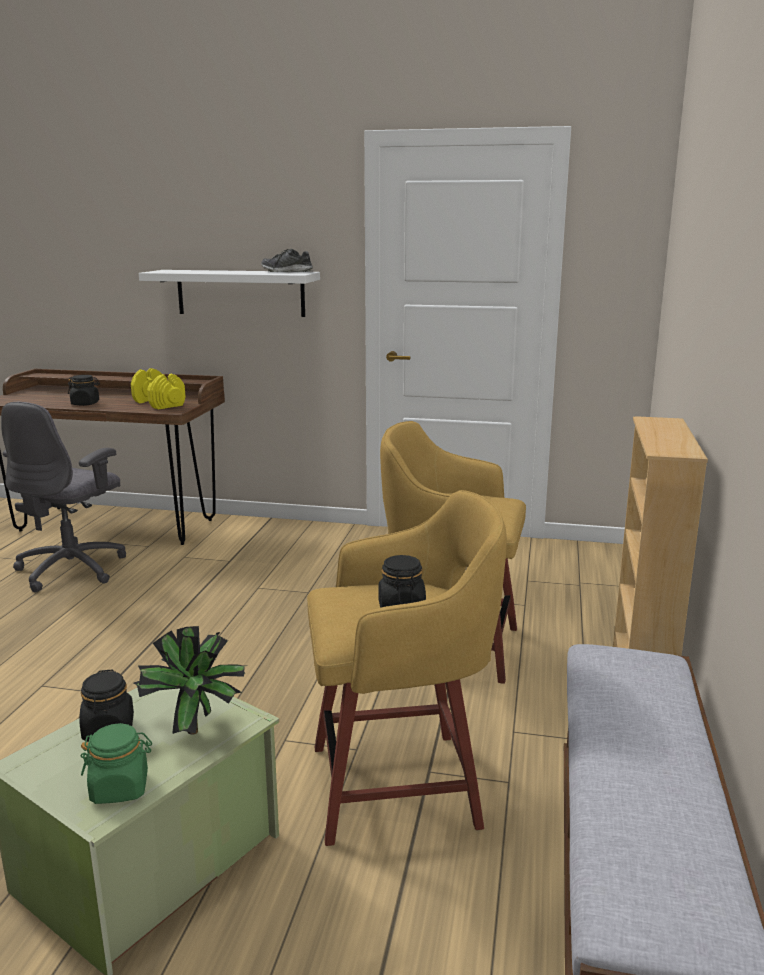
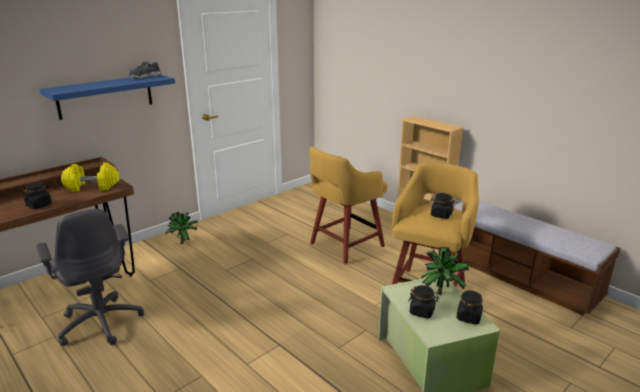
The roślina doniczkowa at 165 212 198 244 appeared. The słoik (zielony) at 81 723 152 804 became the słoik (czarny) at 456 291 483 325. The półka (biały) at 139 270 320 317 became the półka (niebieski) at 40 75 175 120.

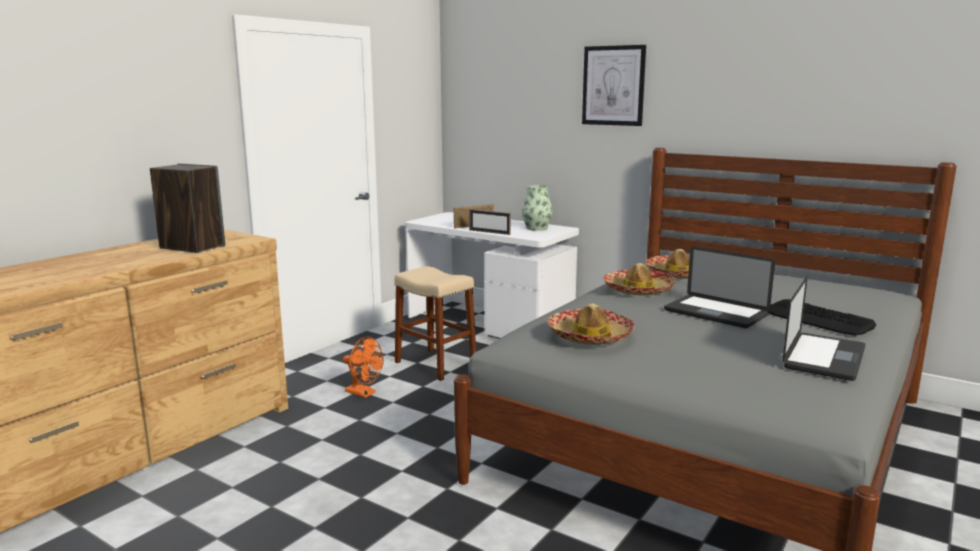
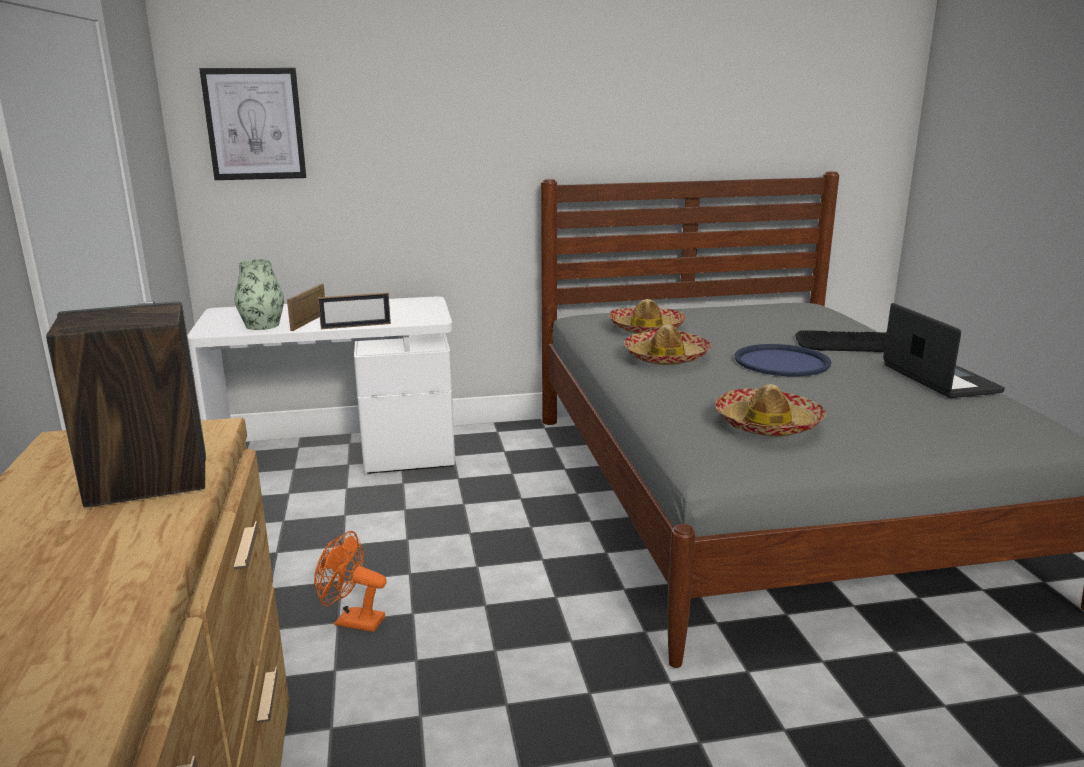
The stołek (beżowy) at 394 266 476 381 disappeared. The wazon moved from 522 185 553 231 to 235 259 284 330. The obraz moved from 582 45 646 126 to 199 68 306 180. The laptop at 664 247 775 328 was replaced by the taca (niebieski) at 735 344 831 376. The wentylator (pomarańczowy) at 343 337 384 398 turned 150 degrees counterclockwise.

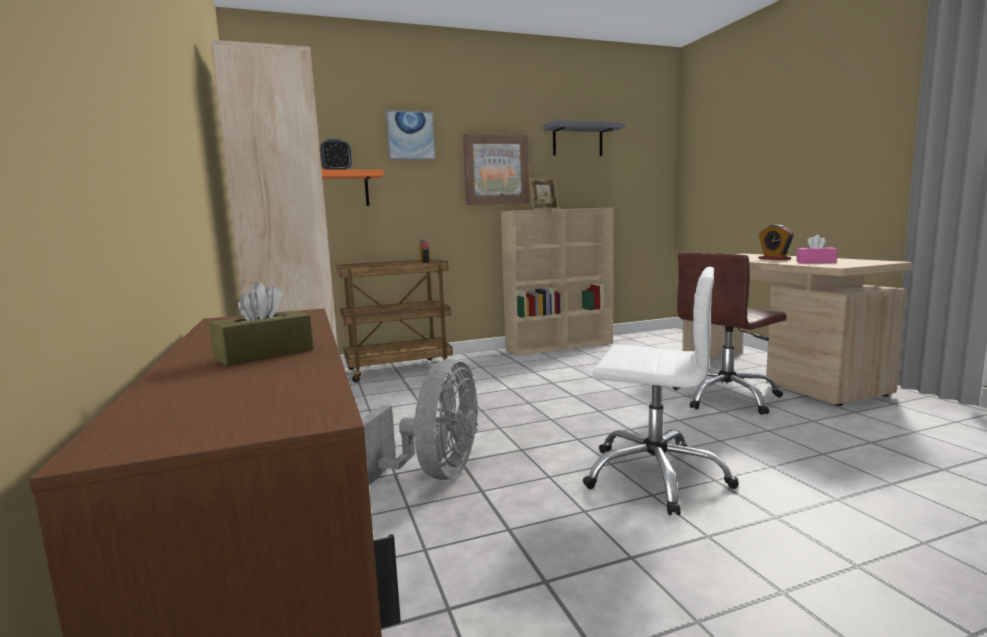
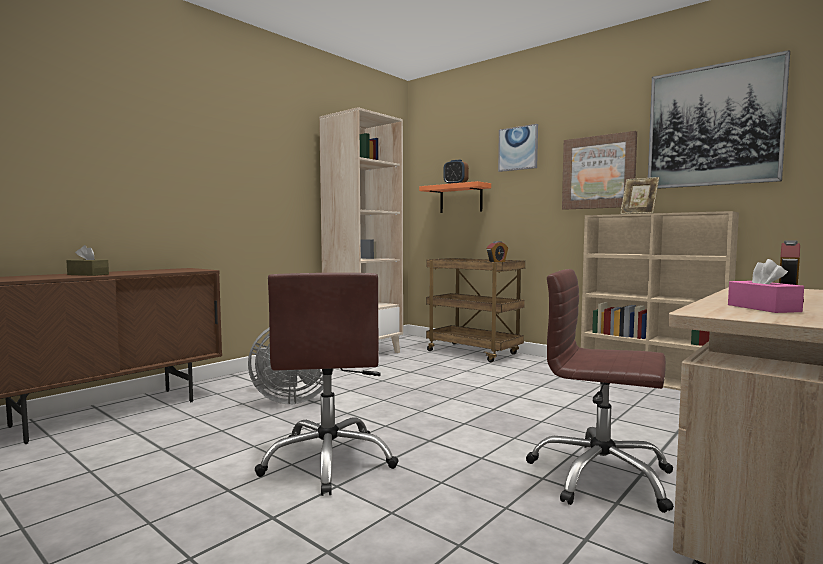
The półka (szary) at 543 120 625 156 was replaced by the obraz at 648 50 790 189. The krzesło biurowe (biały) at 583 267 739 515 became the krzesło biurowe (brązowy) at 255 273 399 496.

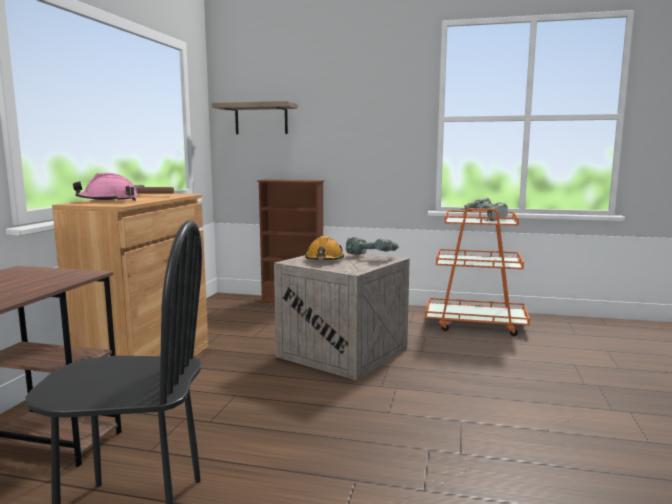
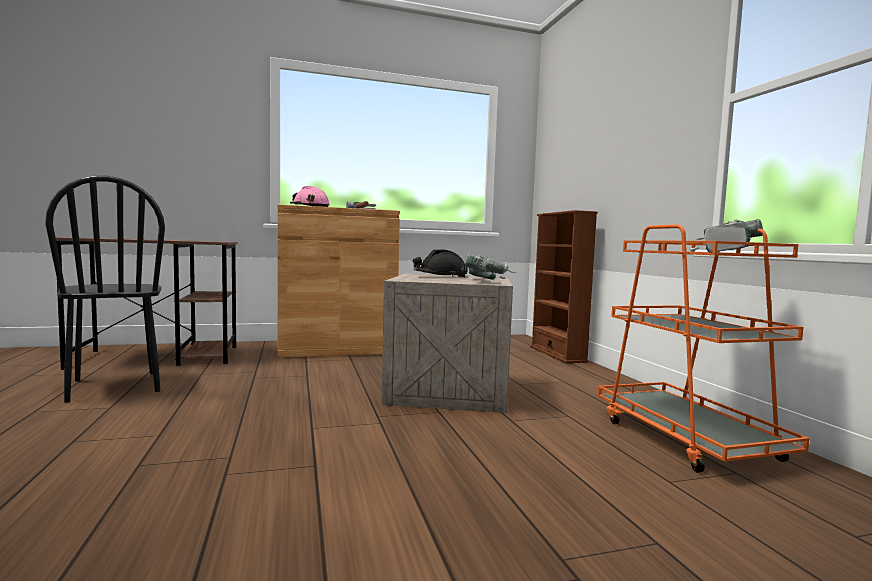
The półka at 212 101 298 134 disappeared. The kask (pomarańczowy) at 305 236 344 260 became the kask (czarny) at 413 249 468 277.

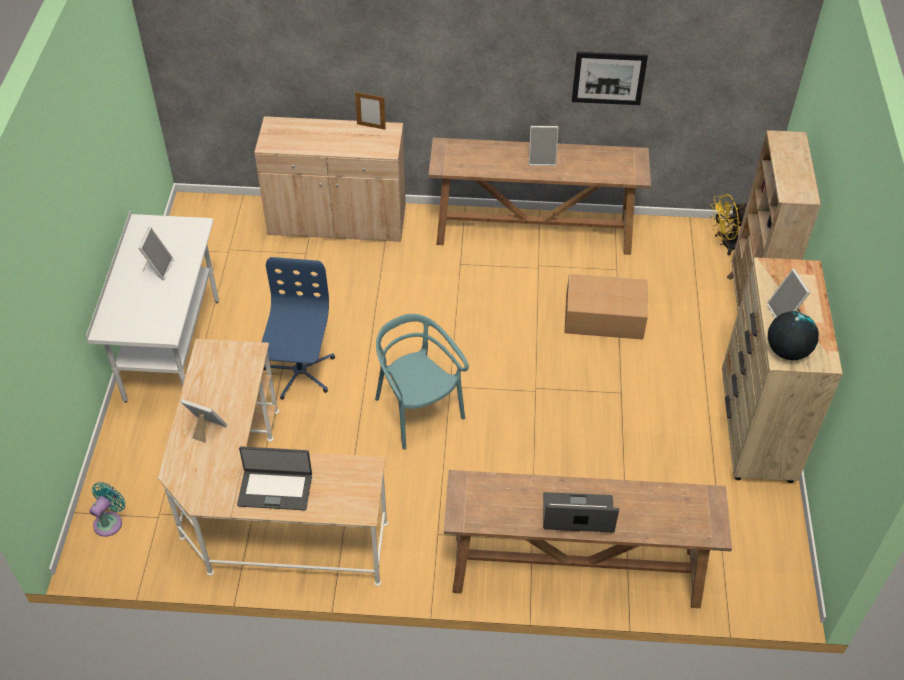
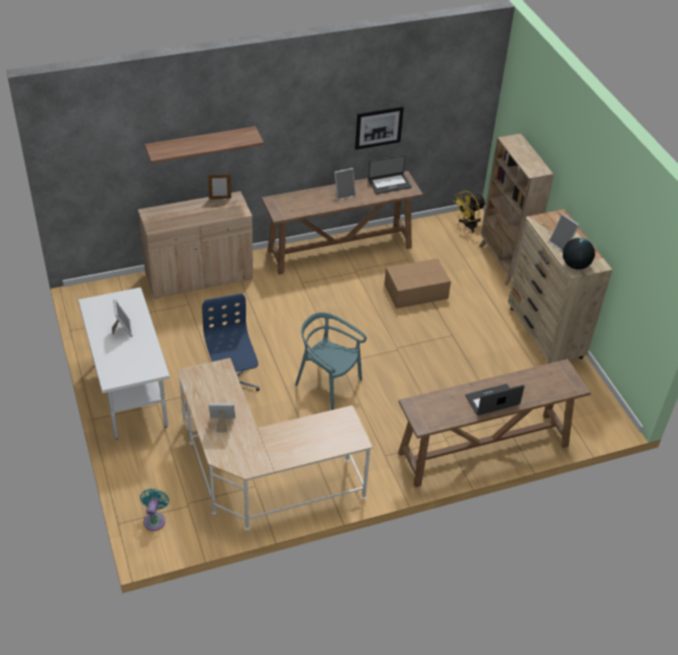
The półka at 145 126 264 164 appeared. The laptop moved from 237 446 312 510 to 368 155 412 194.

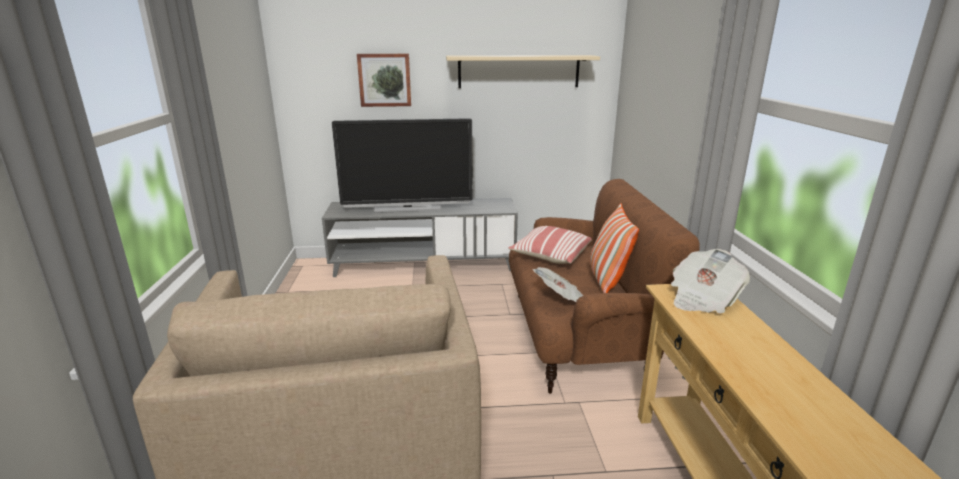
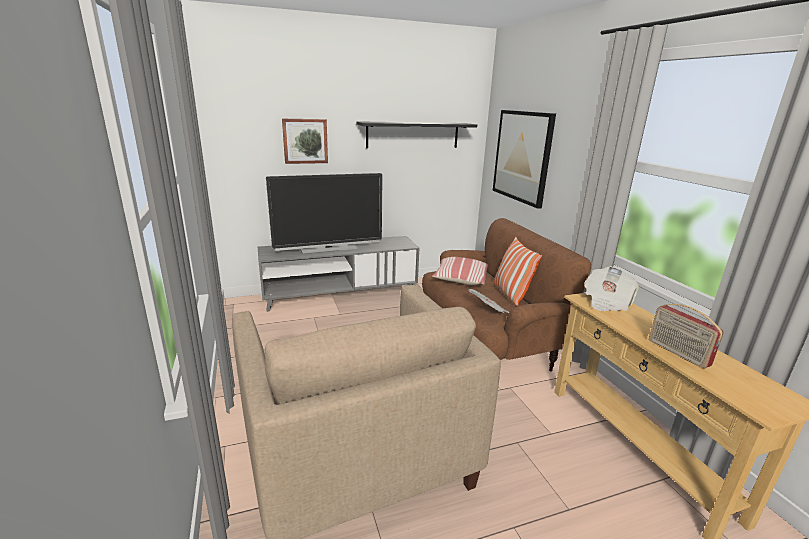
The obraz at 493 110 556 209 appeared. The radio at 649 304 723 369 appeared. The półka (beżowy) at 446 55 600 88 became the półka (czarny) at 357 121 477 148.

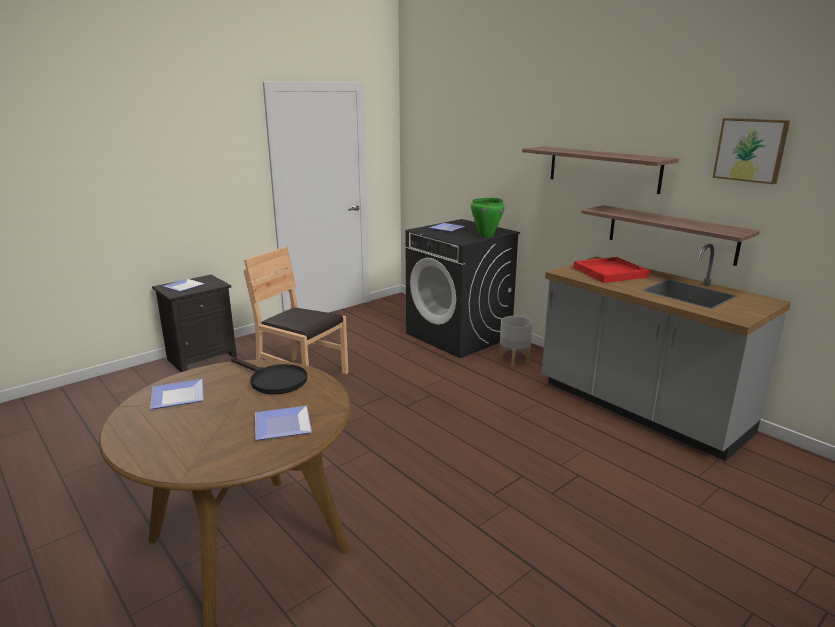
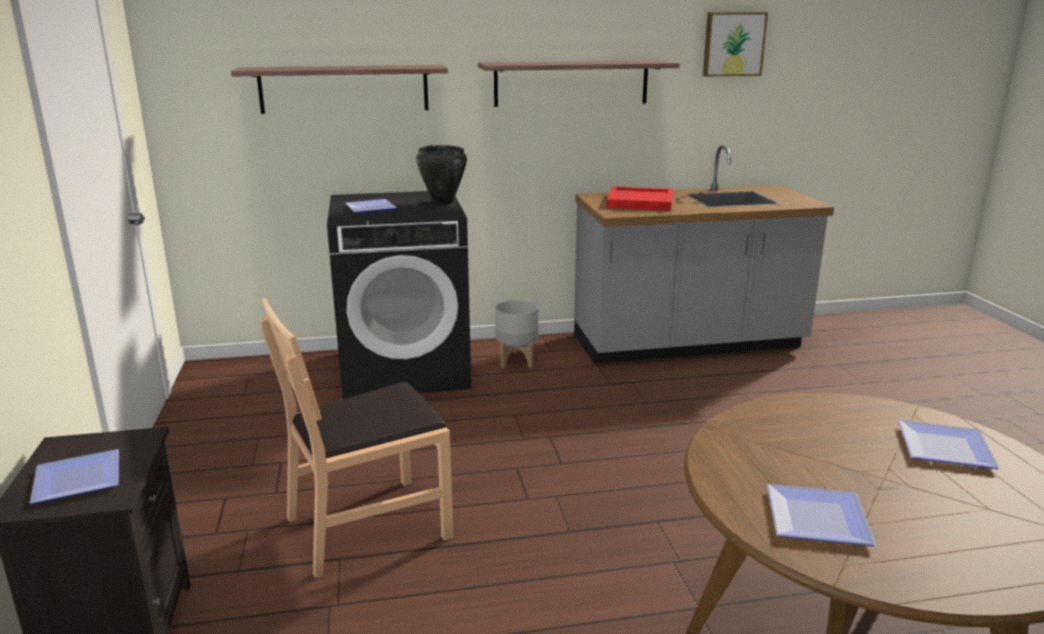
The patelnia (czarny) at 231 357 307 394 disappeared. The półka moved from 581 205 760 266 to 231 65 448 114. The garnek (zielony) at 471 198 505 238 became the garnek (czarny) at 416 145 467 205.

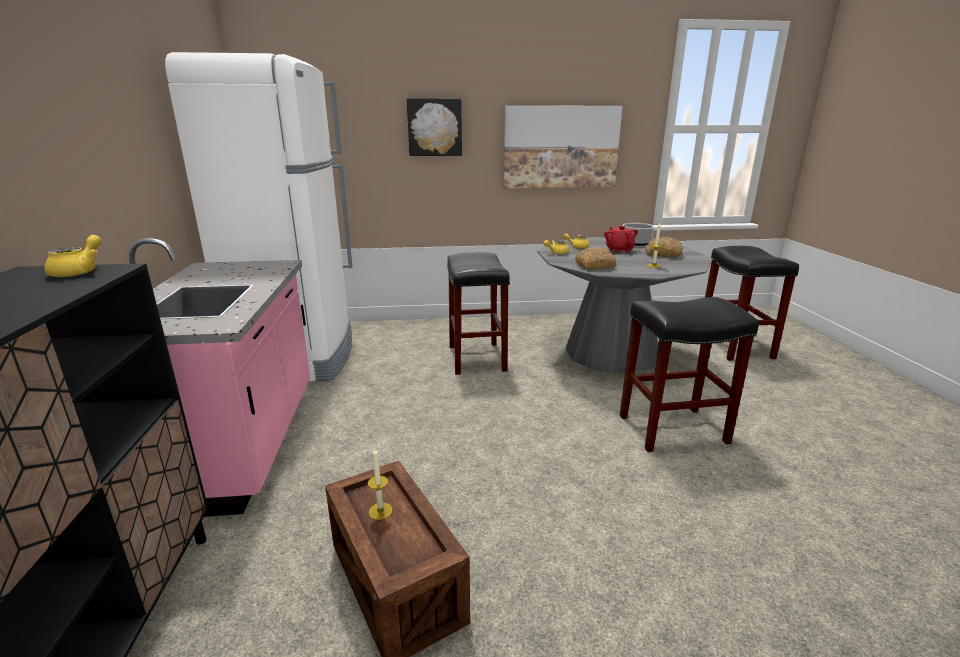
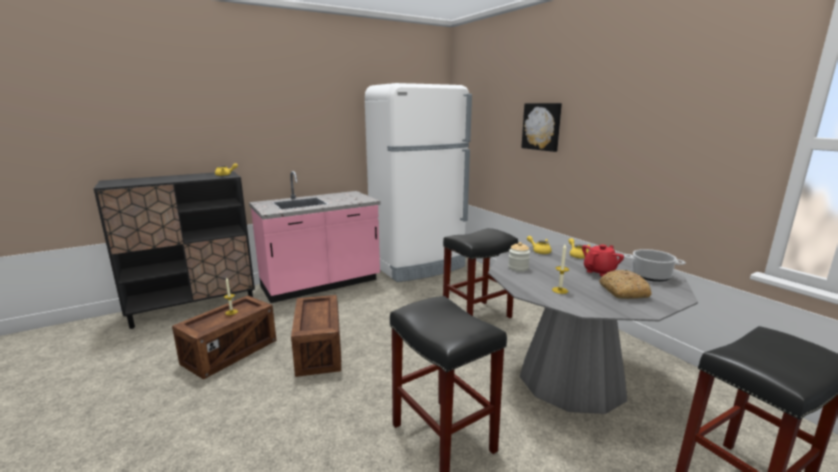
The obraz at 504 105 622 188 disappeared. The skrzynka at 291 295 341 377 appeared. The chleb at 575 247 616 270 was replaced by the słoik at 508 242 530 272.

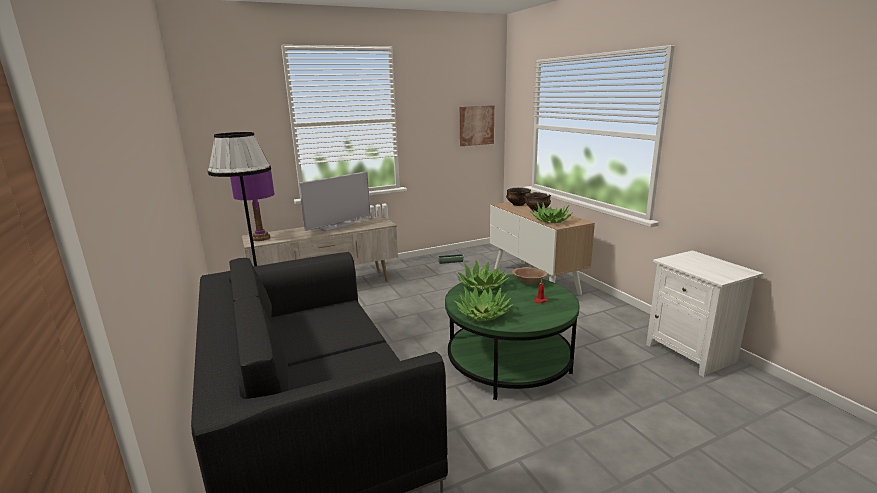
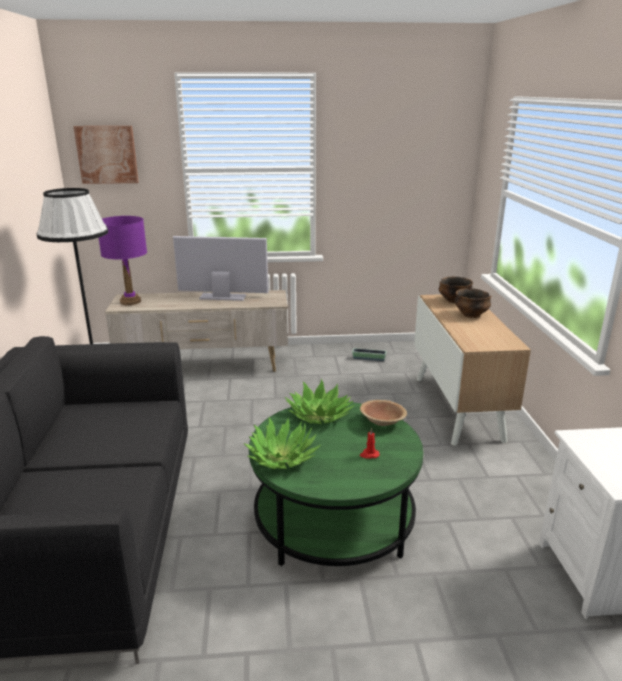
The roślina doniczkowa at 531 202 573 223 disappeared. The obraz moved from 460 105 494 146 to 74 126 139 184. The telewizor at 299 171 371 231 turned 150 degrees counterclockwise.

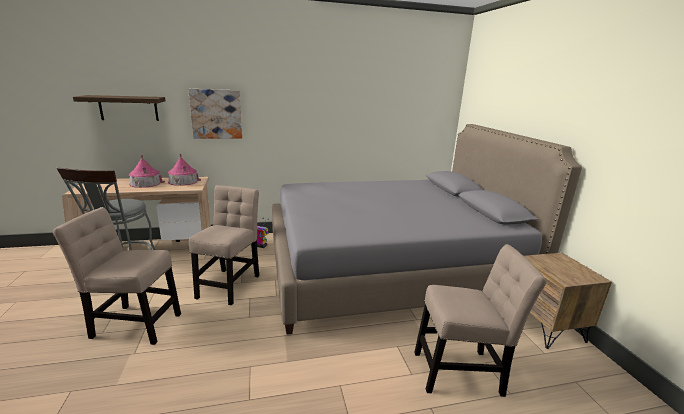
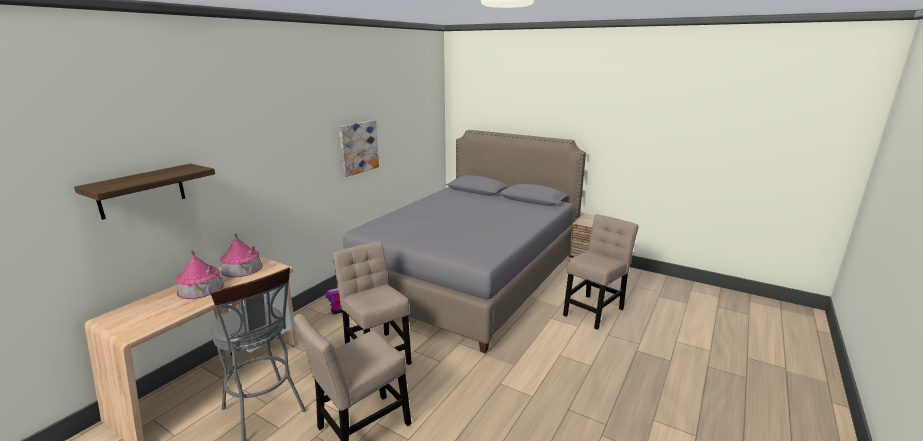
The obraz moved from 188 89 242 139 to 339 120 379 177.

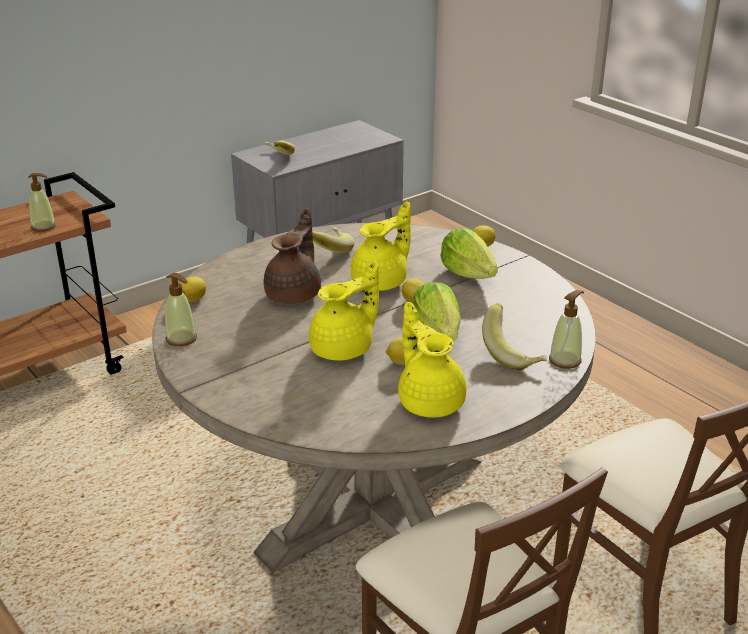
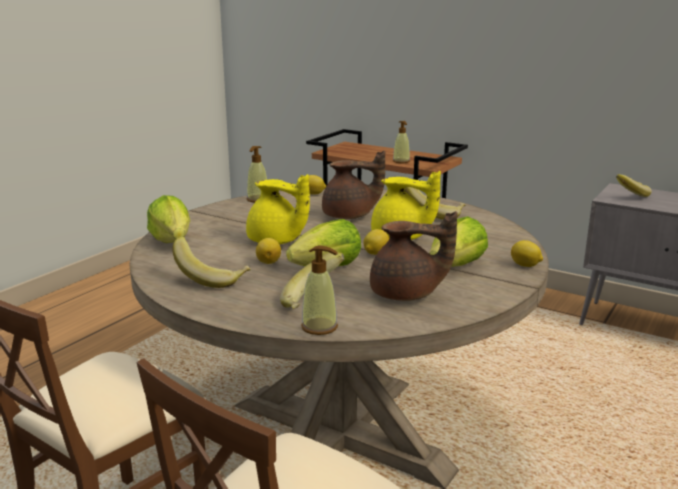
The sałata at 147 195 190 243 appeared. The imbryk (brązowy) at 370 211 458 301 appeared. The imbryk (żółty) at 398 302 467 417 was replaced by the banan at 172 237 251 288.

